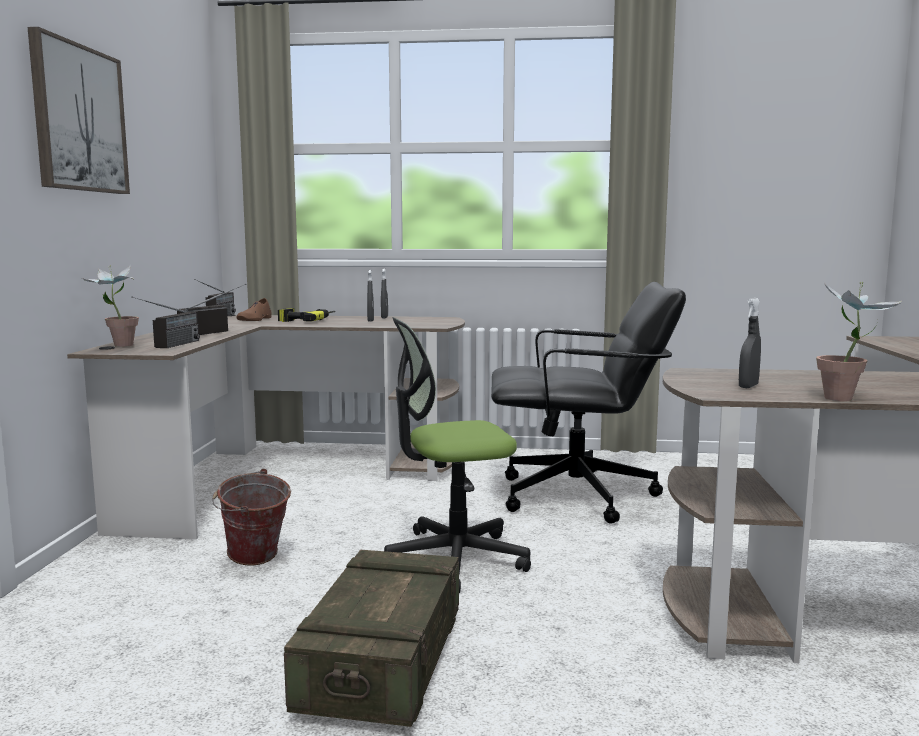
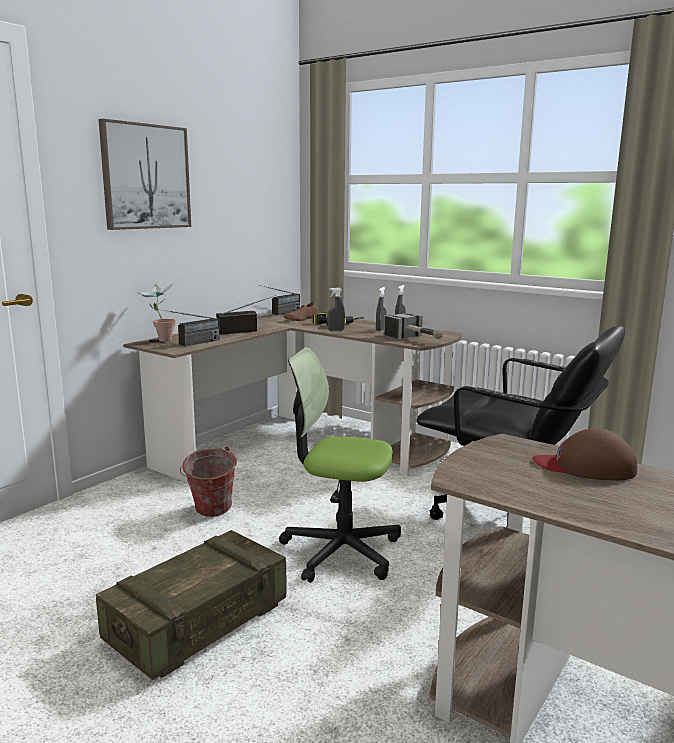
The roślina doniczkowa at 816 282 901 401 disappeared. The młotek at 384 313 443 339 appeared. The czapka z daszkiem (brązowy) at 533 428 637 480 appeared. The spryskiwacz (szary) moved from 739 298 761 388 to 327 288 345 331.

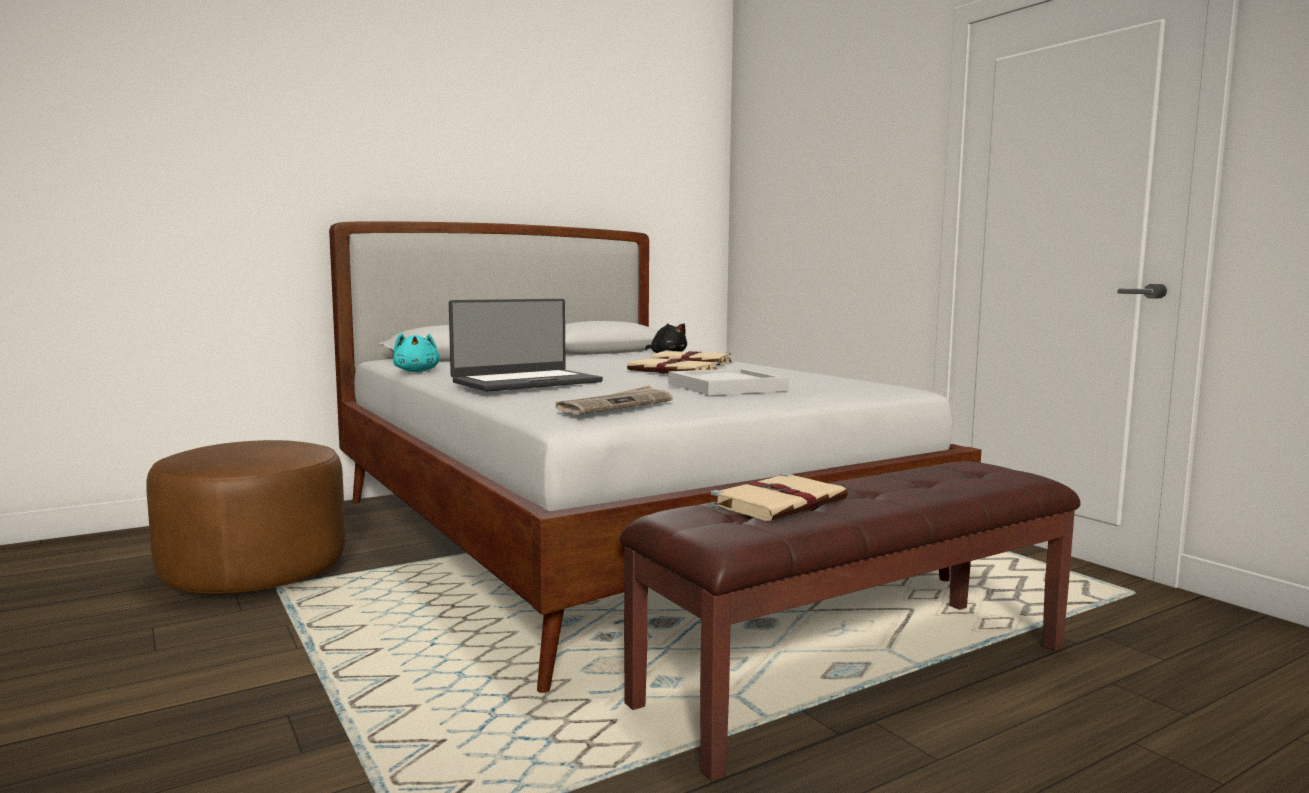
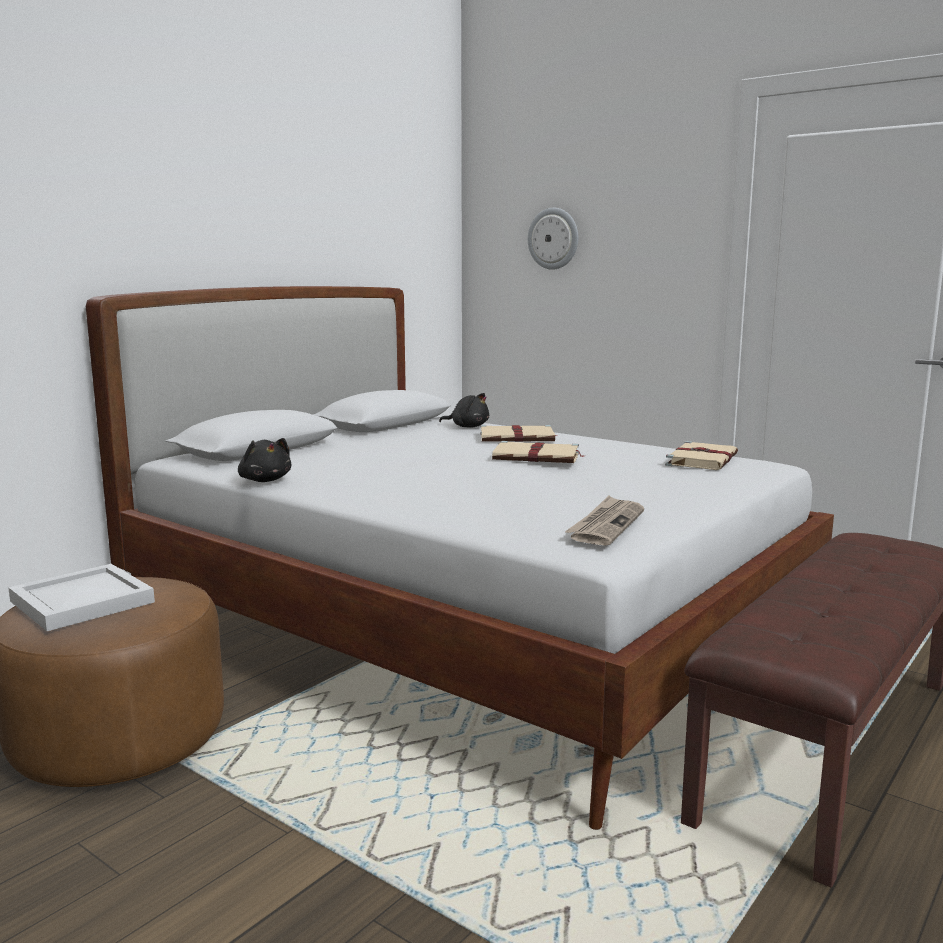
The laptop at 449 299 603 391 disappeared. The zegar ścienny at 528 208 578 270 appeared. The taca (biały) moved from 668 368 789 395 to 8 564 155 631. The książka (beżowy) moved from 710 473 848 521 to 665 441 738 470. The pluszak (turkusowy) at 393 333 440 372 became the pluszak (czarny) at 238 438 291 482.

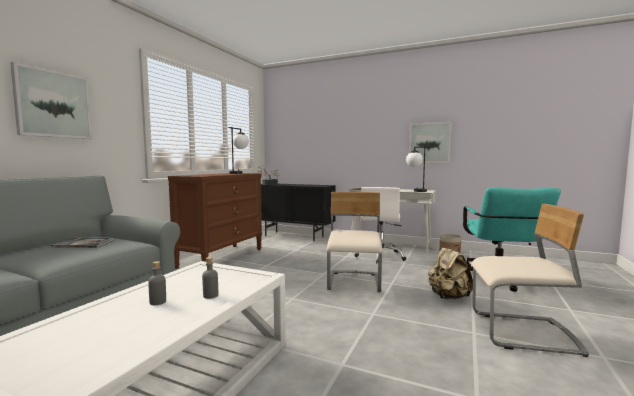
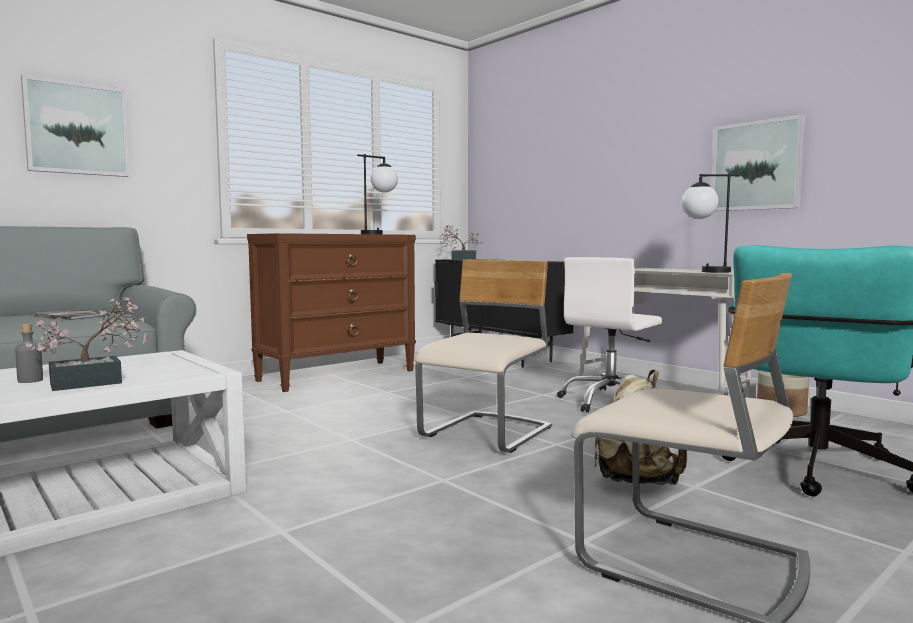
The butelka (szary) at 202 257 218 299 was replaced by the roślina doniczkowa at 25 297 148 391.

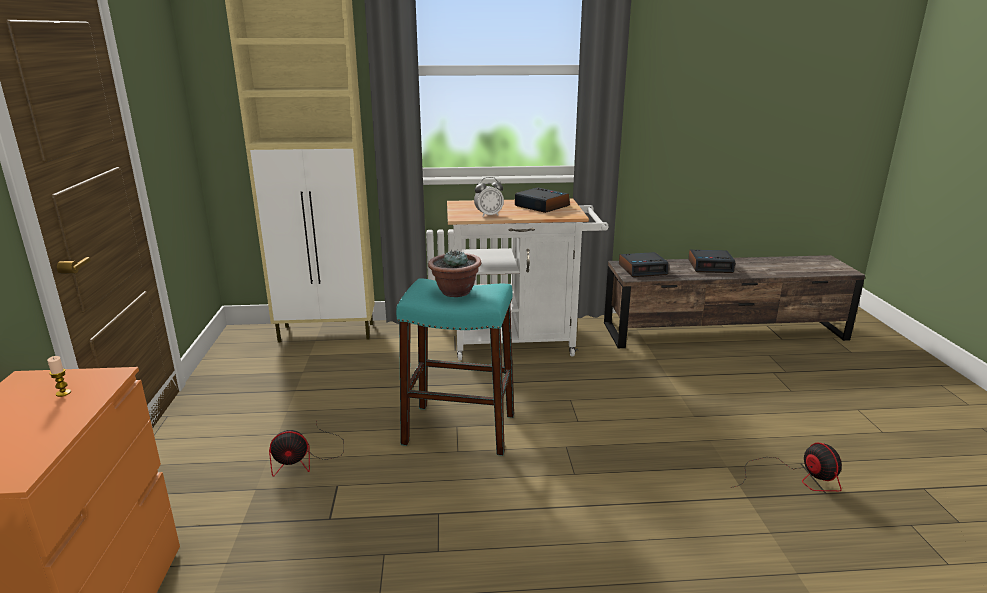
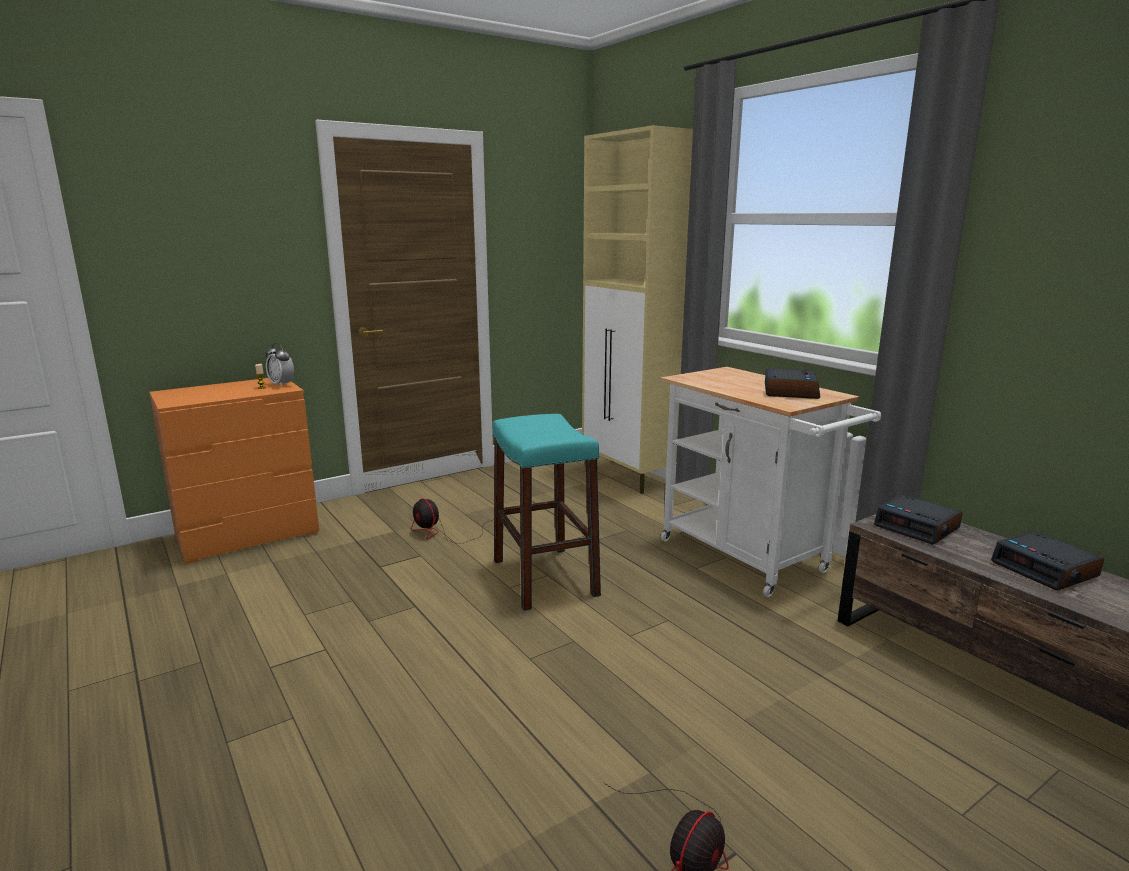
The roślina doniczkowa at 428 249 482 297 disappeared. The budzik moved from 474 177 504 217 to 266 343 294 387.

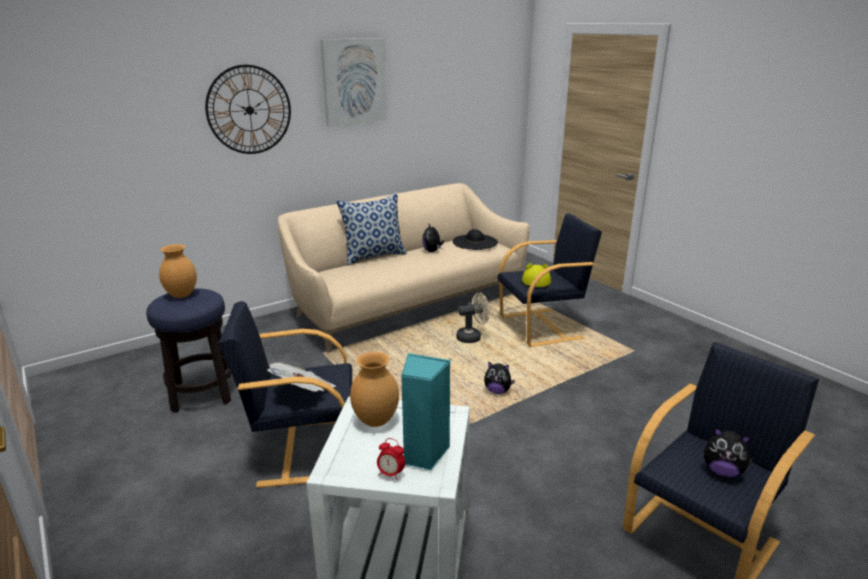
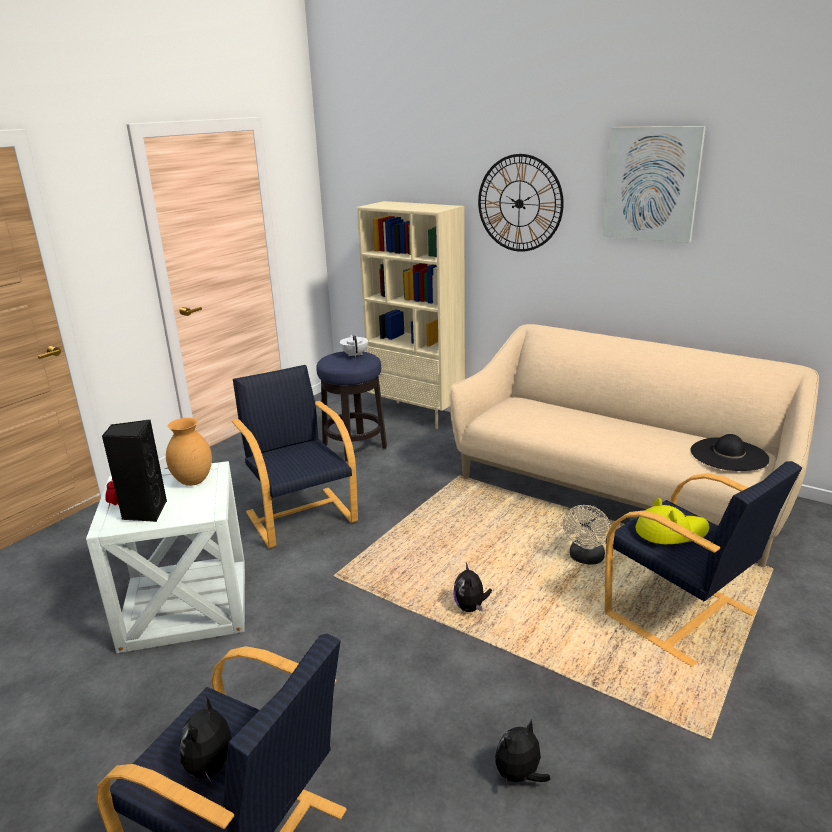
The gazeta at 267 362 336 392 disappeared. The poduszka at 336 192 407 265 disappeared. The regał (beżowy) at 357 201 465 429 appeared. The pluszak moved from 422 224 444 252 to 495 719 550 788. The wazon (brązowy) at 159 244 197 298 was replaced by the imbryk (biały) at 340 335 368 357. The głośnik (turkusowy) at 401 353 451 471 became the głośnik (czarny) at 102 420 167 522. The wentylator (beżowy) at 456 293 490 343 turned 60 degrees clockwise.

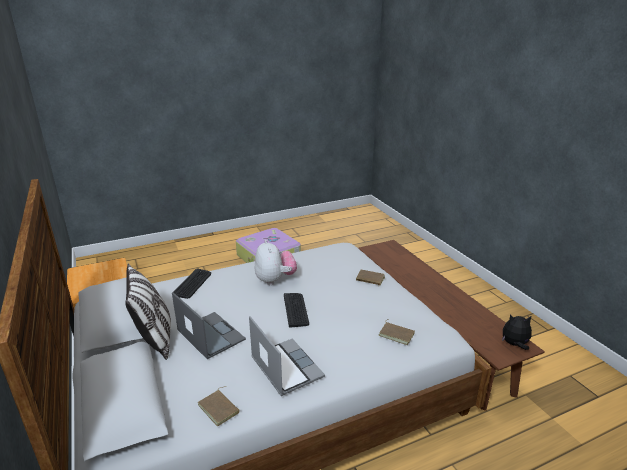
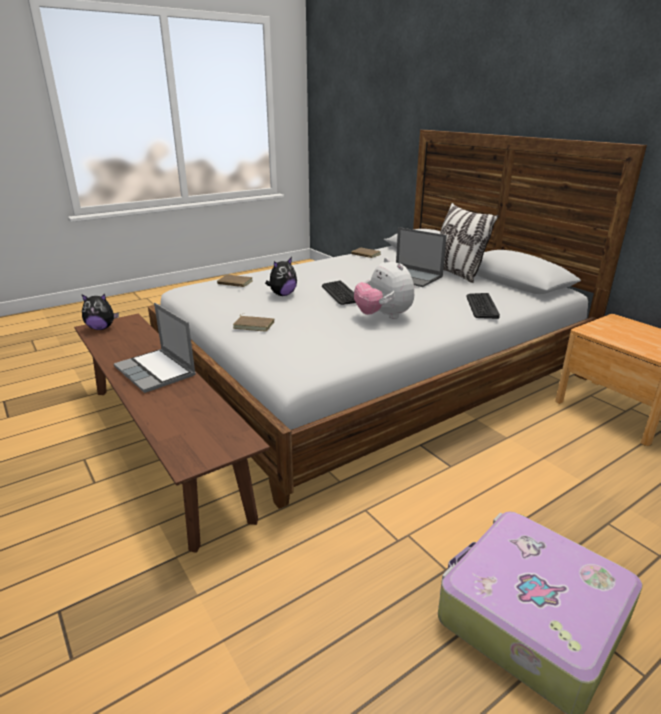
The pluszak at 265 257 297 296 appeared. The laptop moved from 249 316 325 396 to 114 303 196 393.

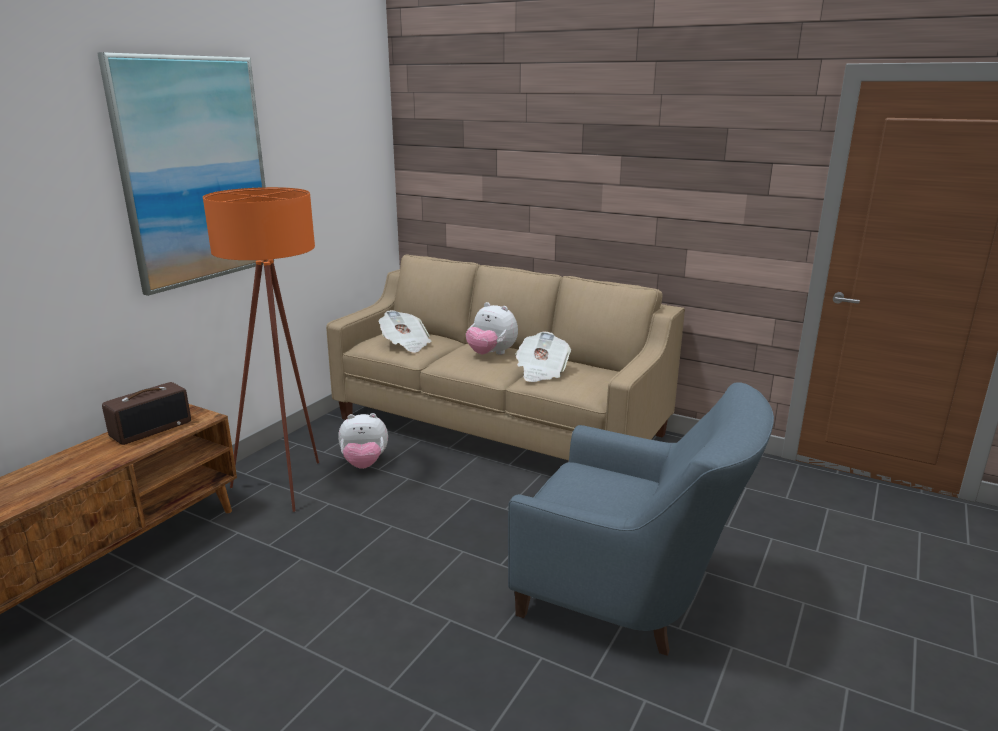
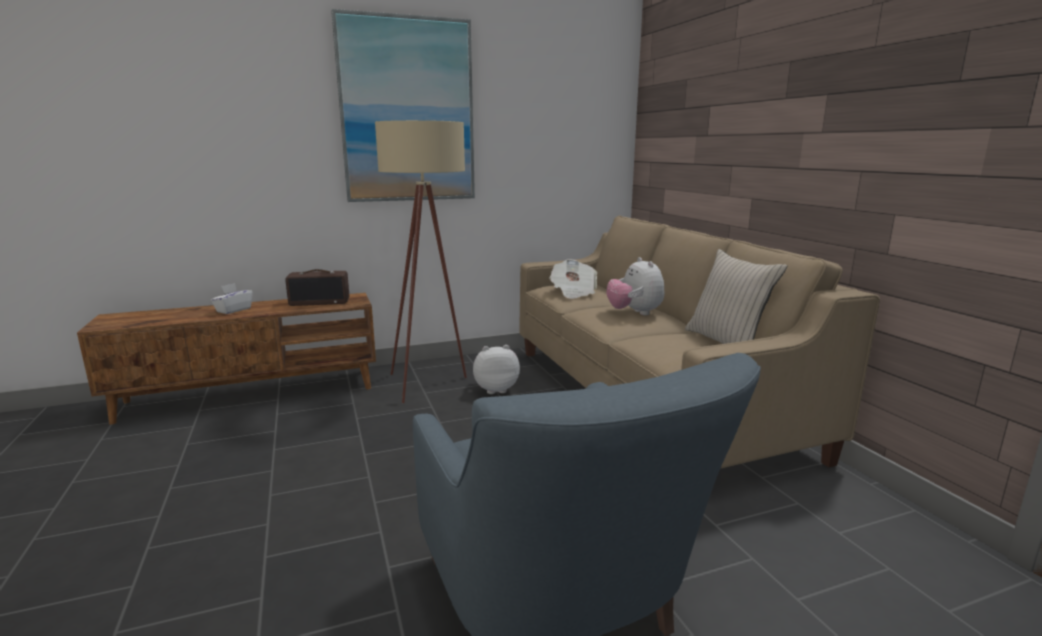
The gazeta at 515 332 571 382 disappeared. The pudełko chusteczek (biały) at 211 283 253 314 appeared. The poduszka (beżowy) at 685 249 787 344 appeared. The lampa stojąca (pomarańczowy) at 203 187 319 512 became the lampa stojąca (beżowy) at 375 120 467 403. The pluszak at 338 413 388 469 turned 135 degrees clockwise.

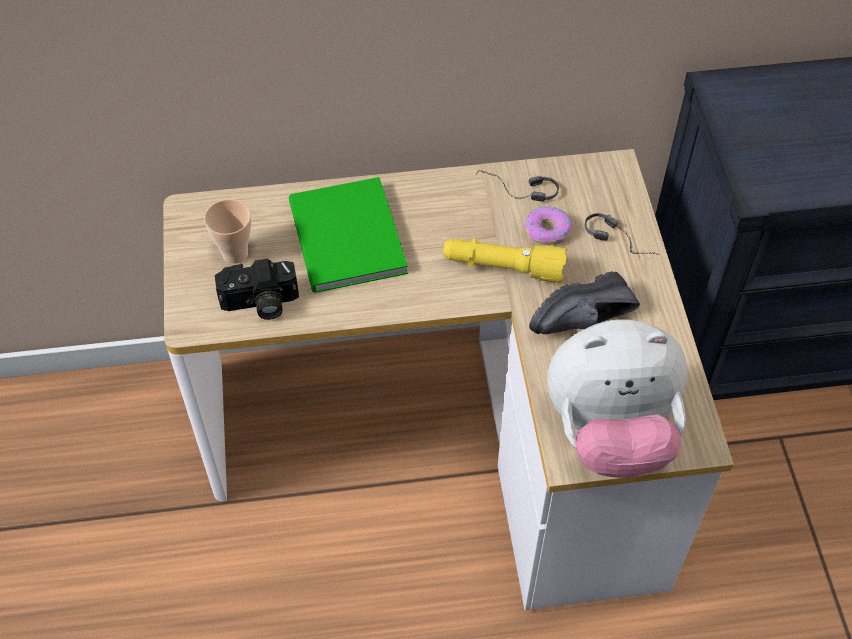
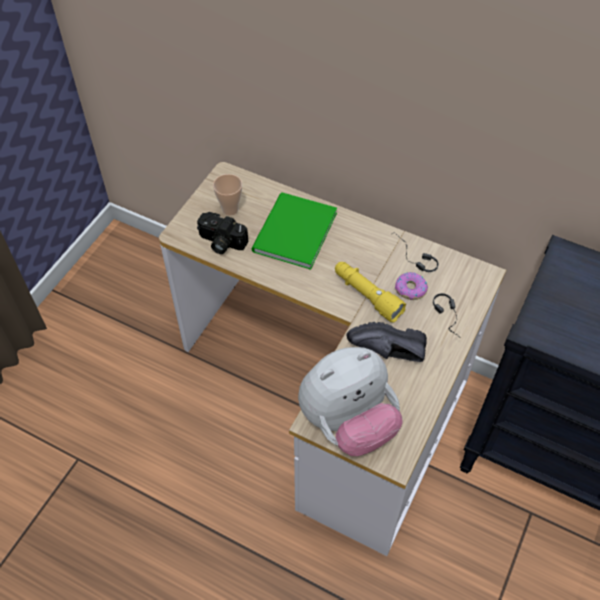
The pluszak at 547 320 688 478 turned 60 degrees counterclockwise.

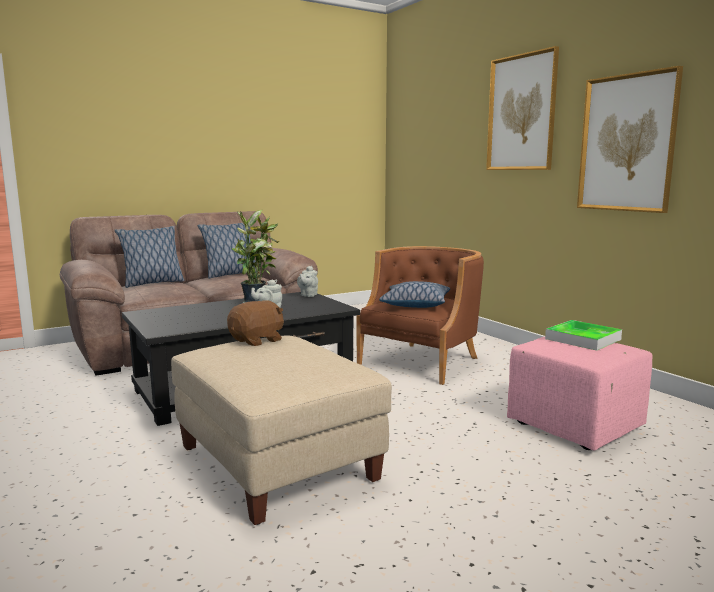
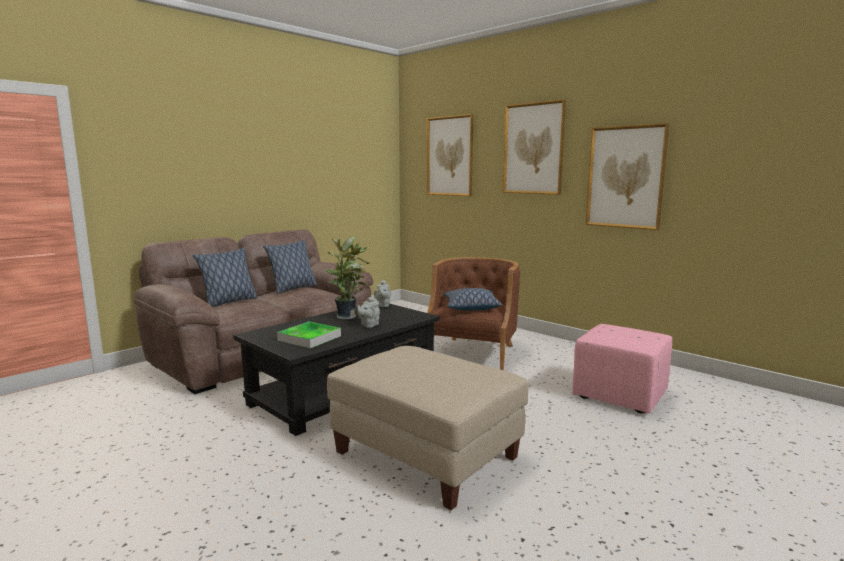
The pluszak (brązowy) at 227 300 284 346 disappeared. The obraz at 427 114 474 196 appeared. The taca moved from 545 320 622 351 to 277 321 341 348.

